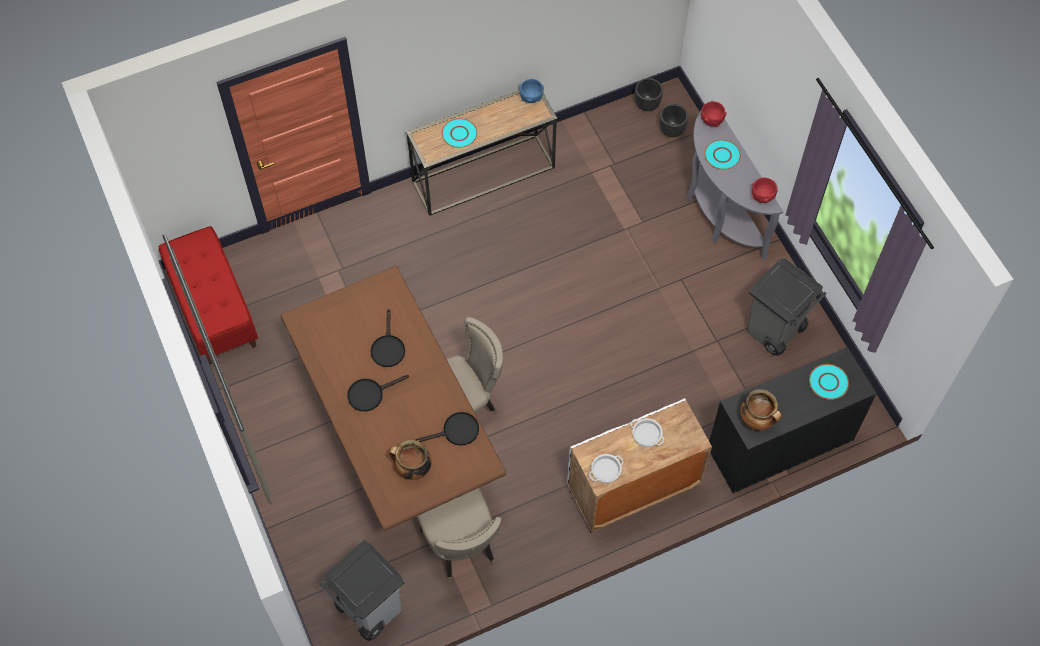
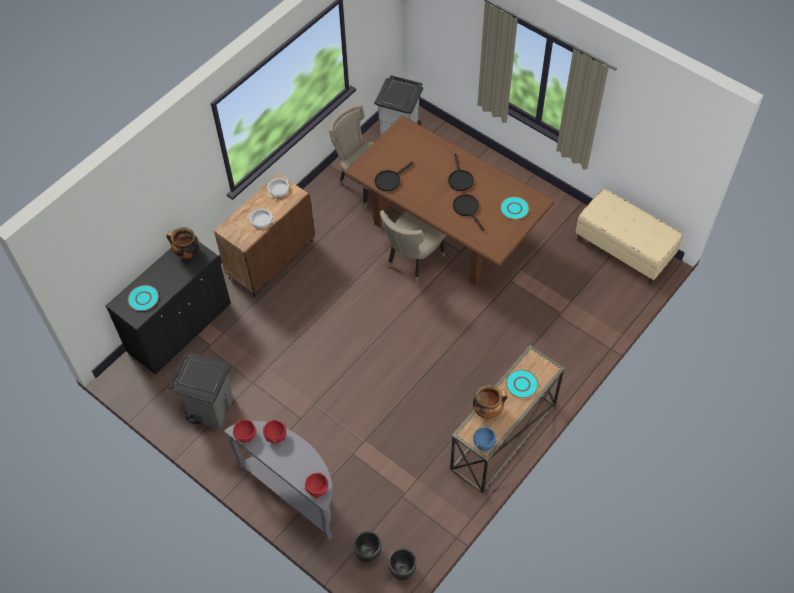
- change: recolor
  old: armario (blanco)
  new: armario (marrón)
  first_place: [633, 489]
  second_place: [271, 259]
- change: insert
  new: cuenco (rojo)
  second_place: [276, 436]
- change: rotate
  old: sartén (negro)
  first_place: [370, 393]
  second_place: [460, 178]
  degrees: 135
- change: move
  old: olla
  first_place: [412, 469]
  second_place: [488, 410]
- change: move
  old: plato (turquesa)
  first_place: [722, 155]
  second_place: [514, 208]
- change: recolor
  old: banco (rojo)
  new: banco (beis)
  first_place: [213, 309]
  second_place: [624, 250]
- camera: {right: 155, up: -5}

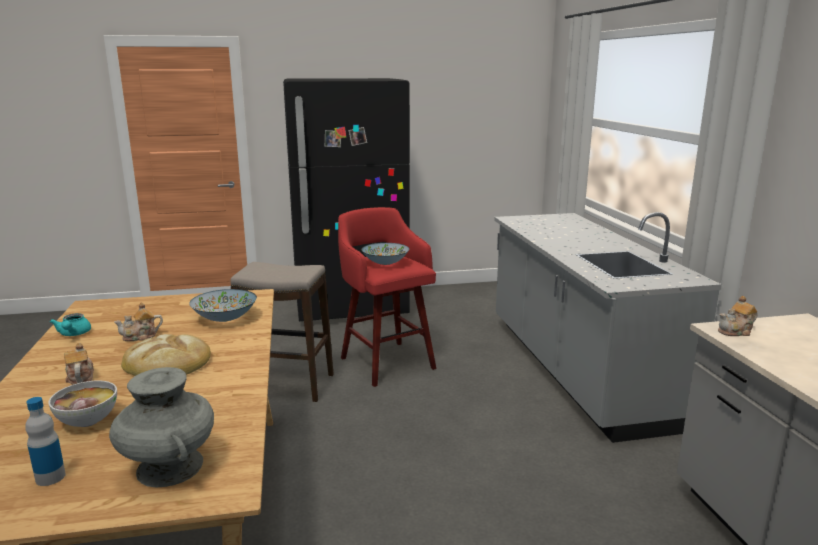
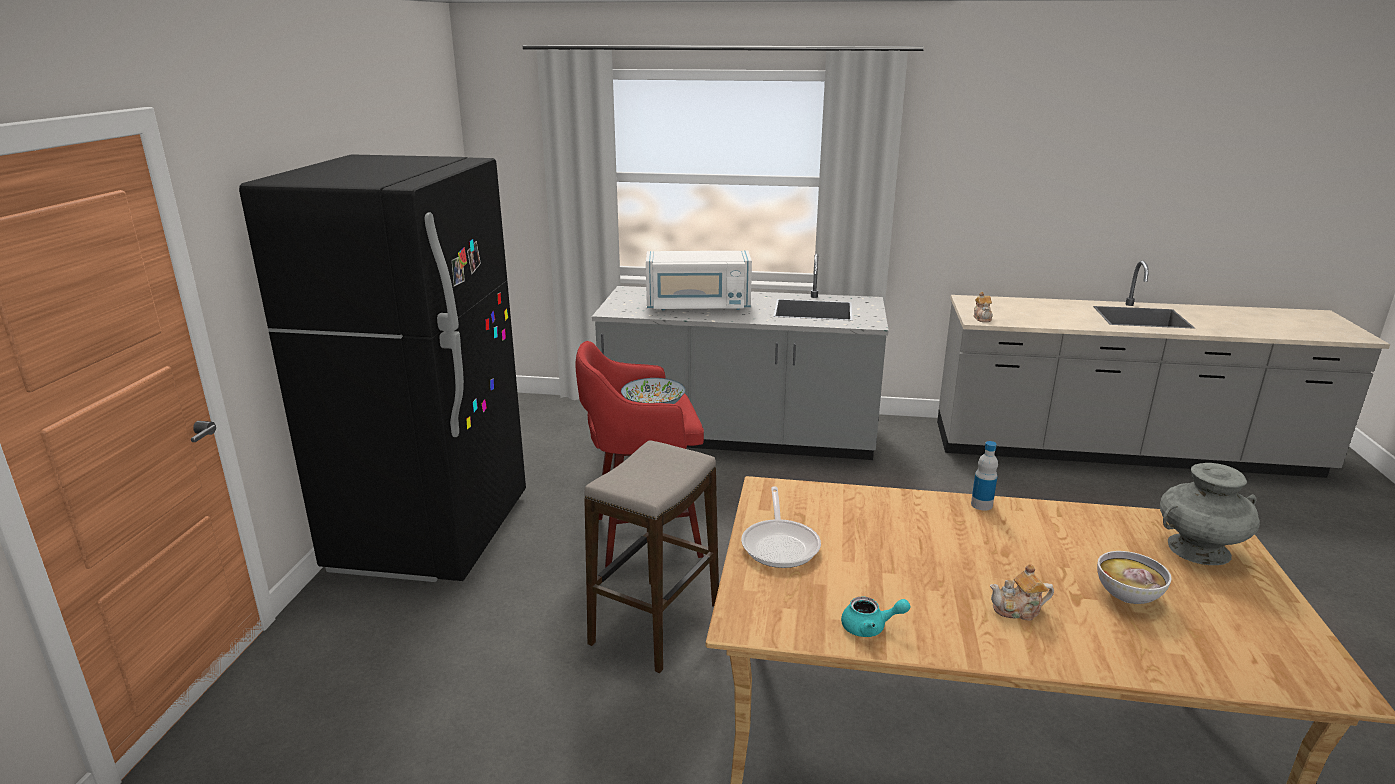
- change: insert
  new: microondas (blanco)
  second_place: [698, 306]
- change: insert
  new: sartén
  second_place: [780, 544]
- change: move
  old: botella
  first_place: [50, 477]
  second_place: [981, 505]
- change: delete
  old: tetera
  first_place: [140, 336]
- change: delete
  old: pan
  first_place: [168, 363]
- change: delete
  old: cuenco
  first_place: [225, 318]
- camera: {right: -70, up: 5}

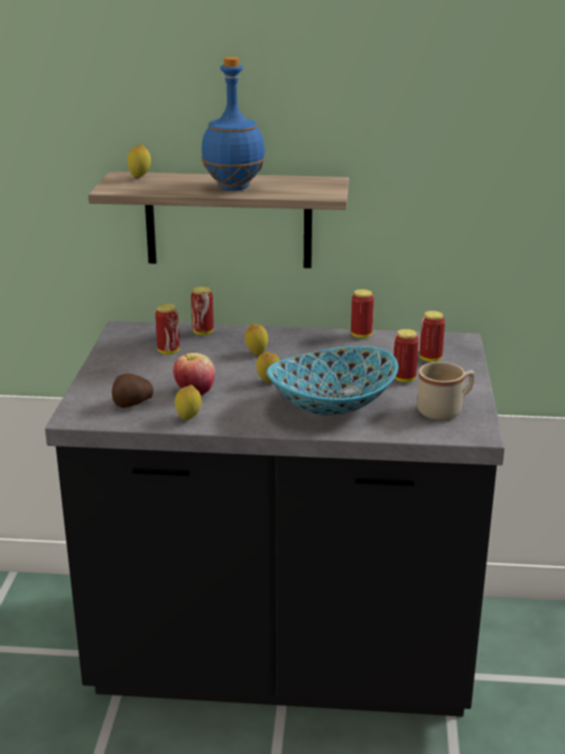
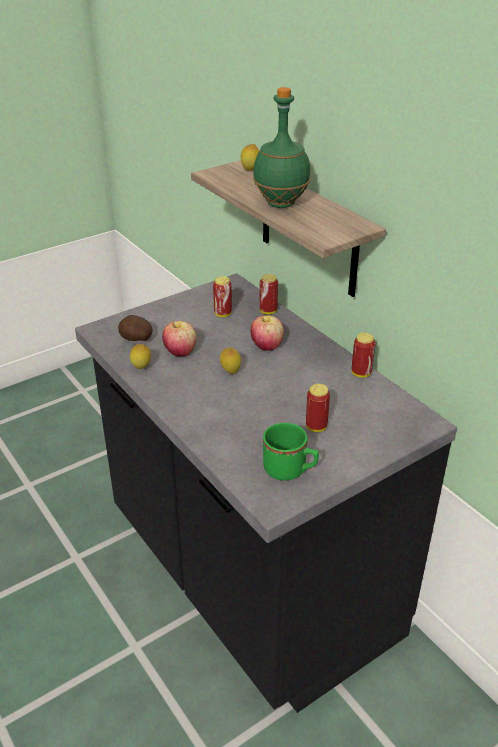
- change: replace
  old: limón
  new: manzana
  first_place: [256, 353]
  second_place: [266, 346]
- change: recolor
  old: botella (azul)
  new: botella (verde)
  first_place: [233, 188]
  second_place: [280, 204]
- change: recolor
  old: taza grande (beis)
  new: taza grande (verde)
  first_place: [445, 410]
  second_place: [290, 471]
- change: delete
  old: cuenco
  first_place: [330, 405]
- change: delete
  old: lata
  first_place: [430, 359]
- camera: {right: 50, up: 10}

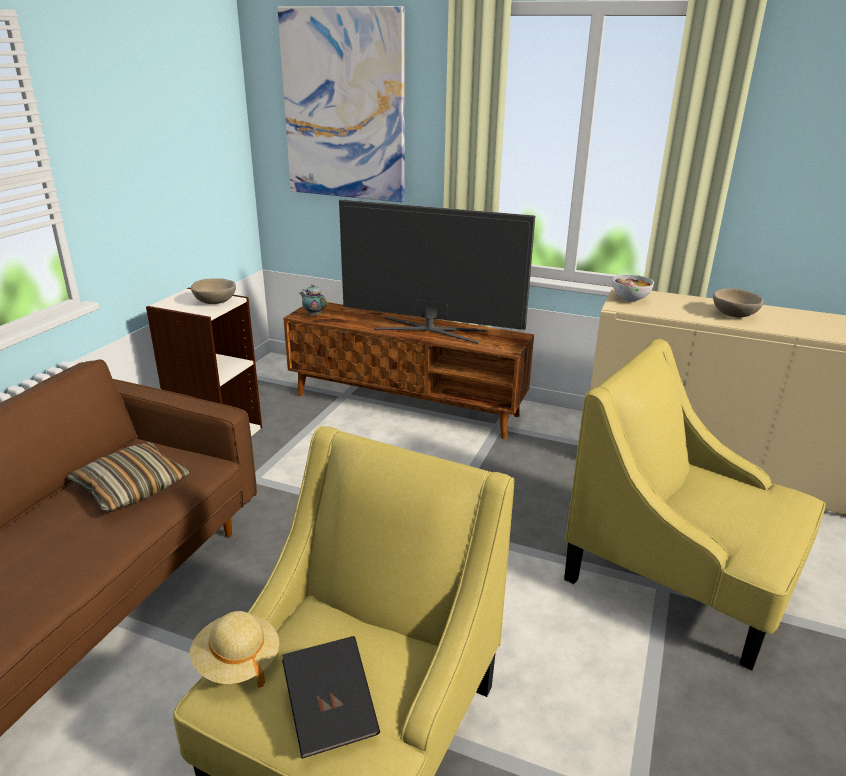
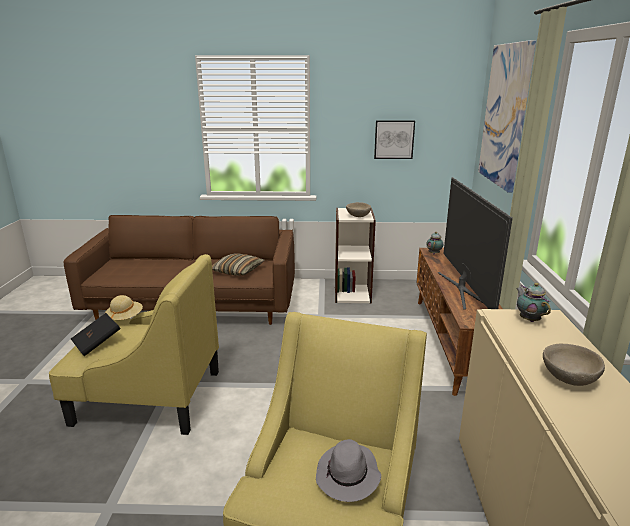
- change: insert
  new: sombrero (gris)
  second_place: [348, 476]
- change: insert
  new: cuadro
  second_place: [394, 139]
- change: replace
  old: cuenco
  new: tetera
  first_place: [630, 299]
  second_place: [528, 319]
- camera: {right: 70, up: -5}

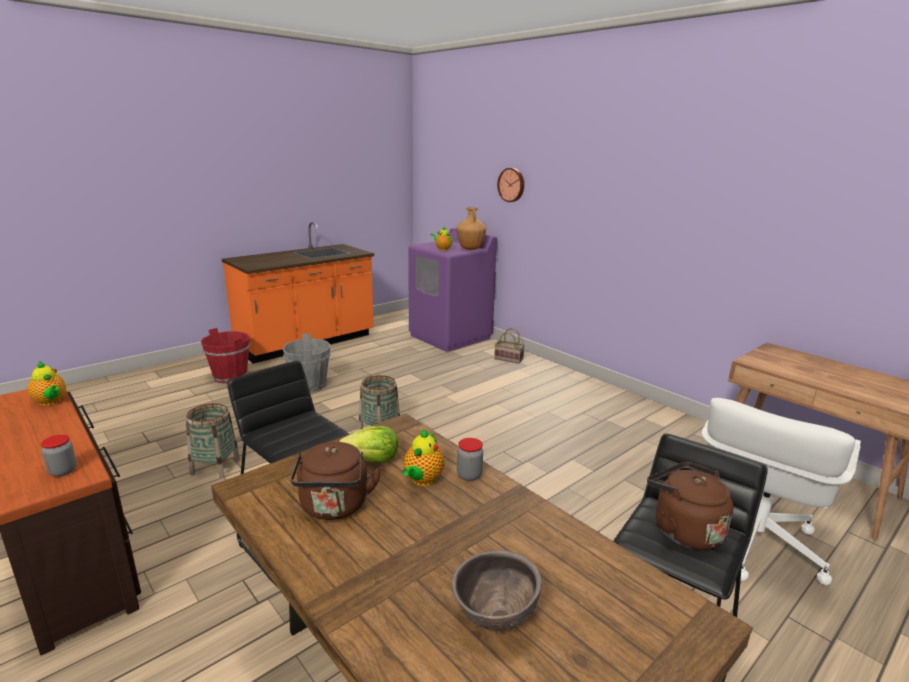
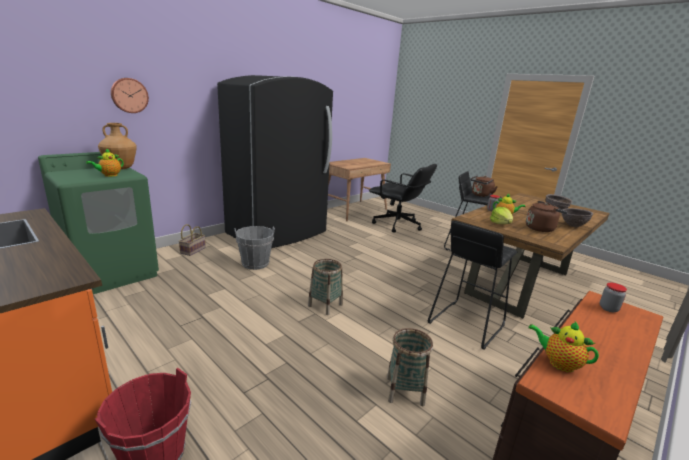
- change: recolor
  old: lavadora (morado)
  new: lavadora (verde)
  first_place: [450, 337]
  second_place: [112, 273]
- change: insert
  new: nevera (negro)
  second_place: [278, 233]
- change: move
  old: cubo (gris)
  first_place: [309, 385]
  second_place: [255, 263]
- change: recolor
  old: silla de oficina (blanco)
  new: silla de oficina (negro)
  first_place: [752, 543]
  second_place: [397, 225]
- change: rotate
  old: tetera
  first_place: [51, 402]
  second_place: [558, 363]
  degrees: -90
- change: insert
  new: cuenco (marrón)
  second_place: [572, 226]
- camera: {right: -95, up: 0}

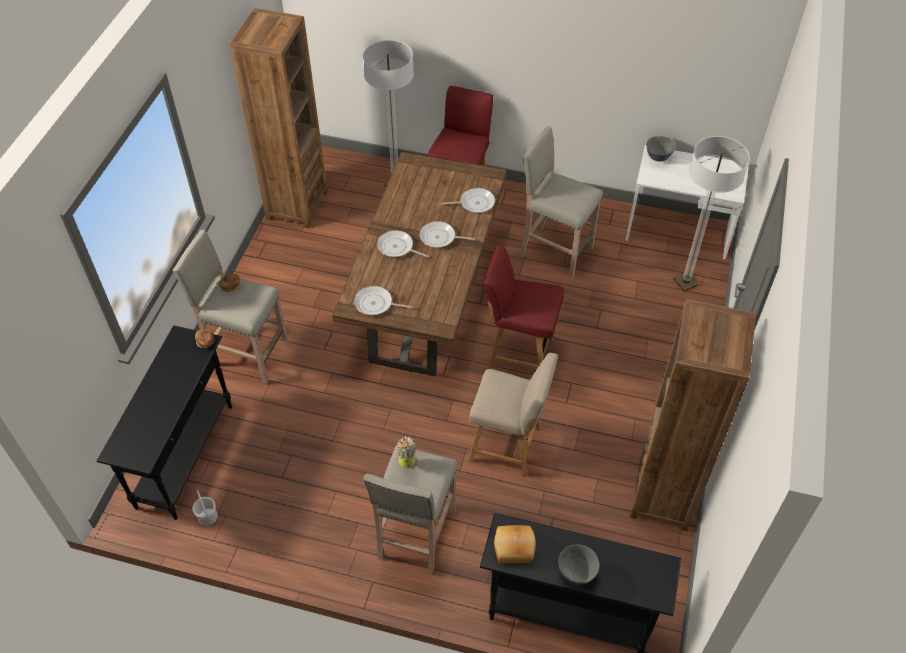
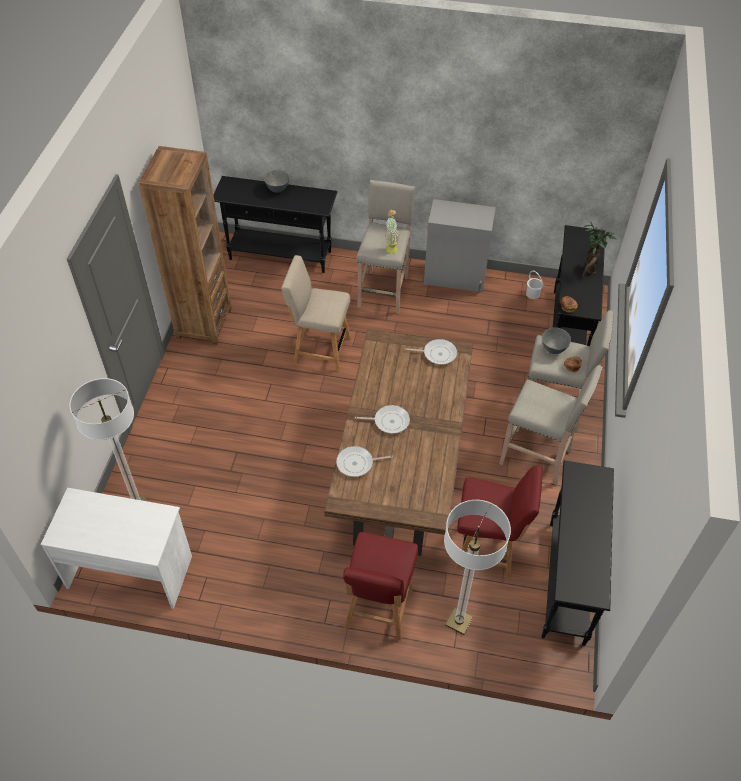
- change: insert
  new: armario (gris)
  second_place: [455, 278]
- change: move
  old: silla (rojo)
  first_place: [519, 353]
  second_place: [487, 550]
- change: move
  old: taburete (beis)
  first_place: [554, 251]
  second_place: [537, 457]
- change: replace
  old: estantería (marrón)
  new: mesa consola (negro)
  first_place: [297, 205]
  second_place: [566, 582]
- change: move
  old: cuenco (gris)
  first_place: [657, 158]
  second_place: [553, 349]
- change: insert
  new: planta en maceta
  second_place: [589, 270]
- change: delete
  old: sartén
  first_place: [397, 247]
- change: delete
  old: pan
  first_place: [514, 549]
- camera: {right: 175, up: 0}

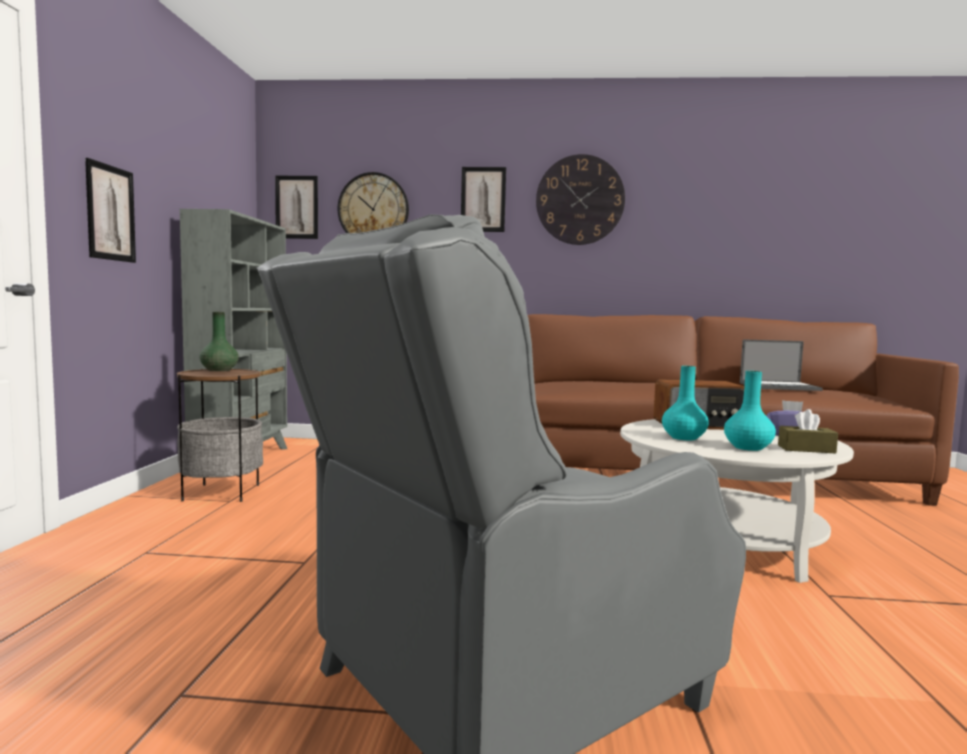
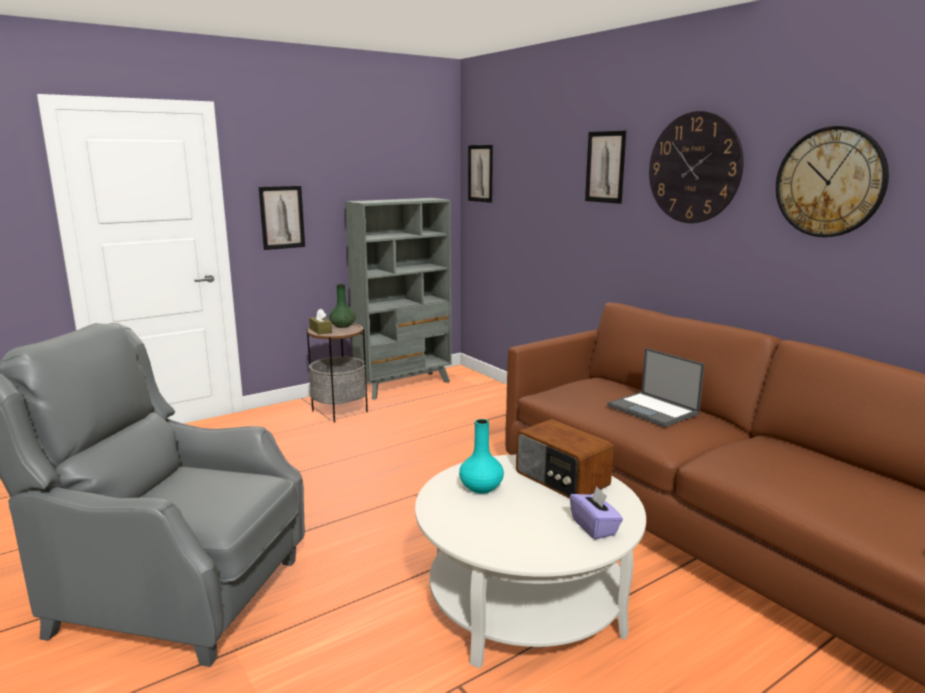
- change: move
  old: caja de pañuelos (marrón)
  first_place: [806, 449]
  second_place: [320, 330]
- change: move
  old: portátil
  first_place: [779, 386]
  second_place: [654, 410]
- change: move
  old: reloj de pared
  first_place: [373, 209]
  second_place: [830, 182]
- change: delete
  old: florero (turquesa)
  first_place: [747, 447]
- camera: {right: 50, up: 10}

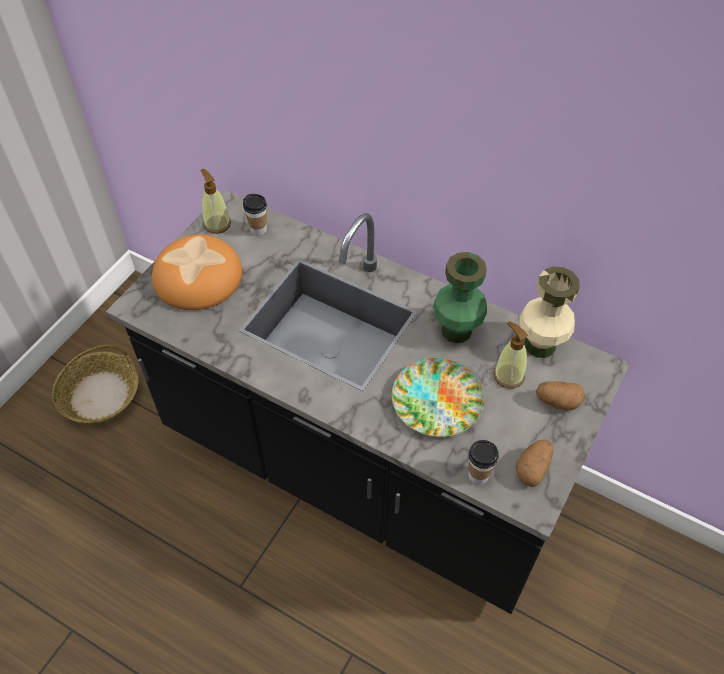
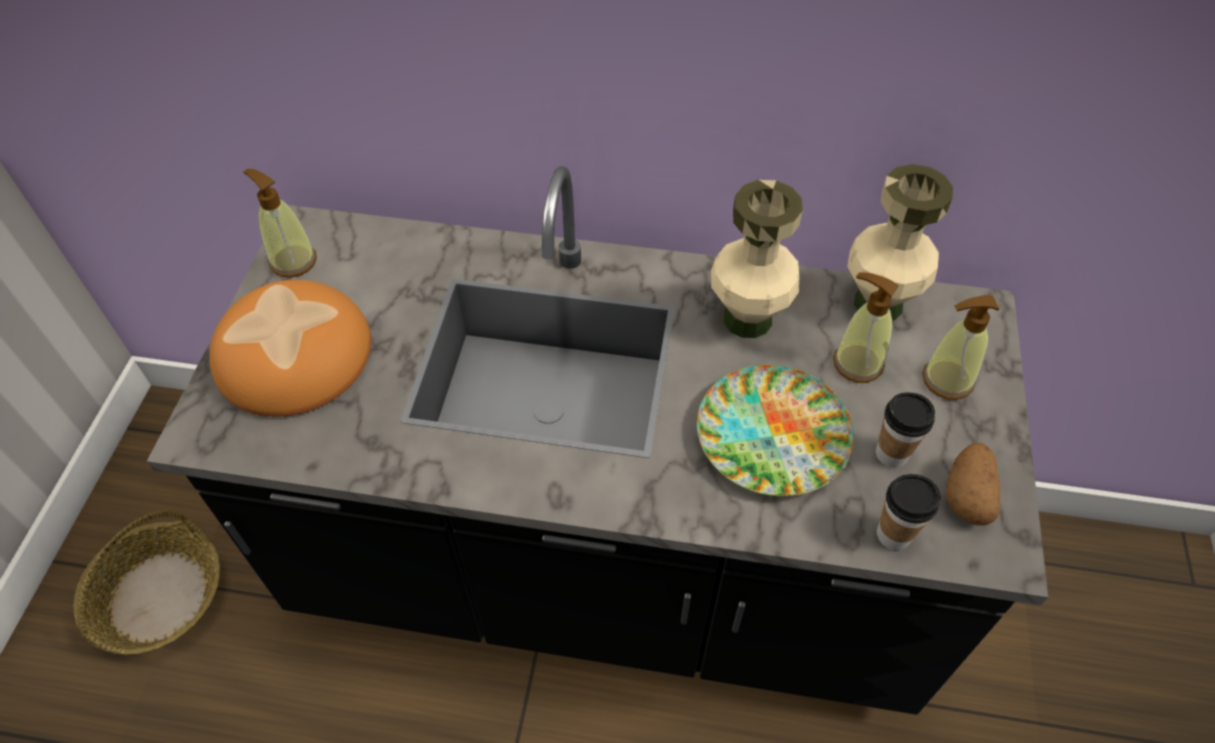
- change: recolor
  old: florero (verde)
  new: florero (beis)
  first_place: [456, 330]
  second_place: [746, 319]
- change: move
  old: taza
  first_place: [258, 230]
  second_place: [891, 454]
- change: replace
  old: patata
  new: dispensador de jabón
  first_place: [557, 401]
  second_place: [947, 380]
- camera: {right: -20, up: 0}

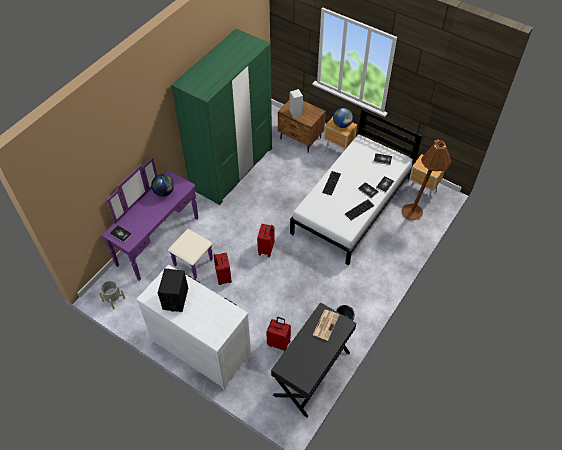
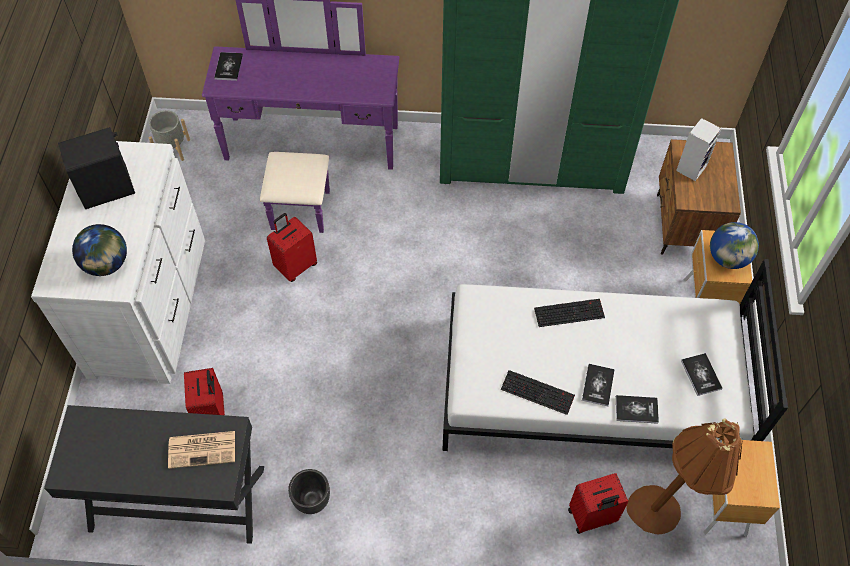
- change: move
  old: globo terráqueo
  first_place: [164, 192]
  second_place: [107, 264]
- change: move
  old: maleta (rojo)
  first_place: [266, 249]
  second_place: [592, 517]
- camera: {right: 60, up: 5}

